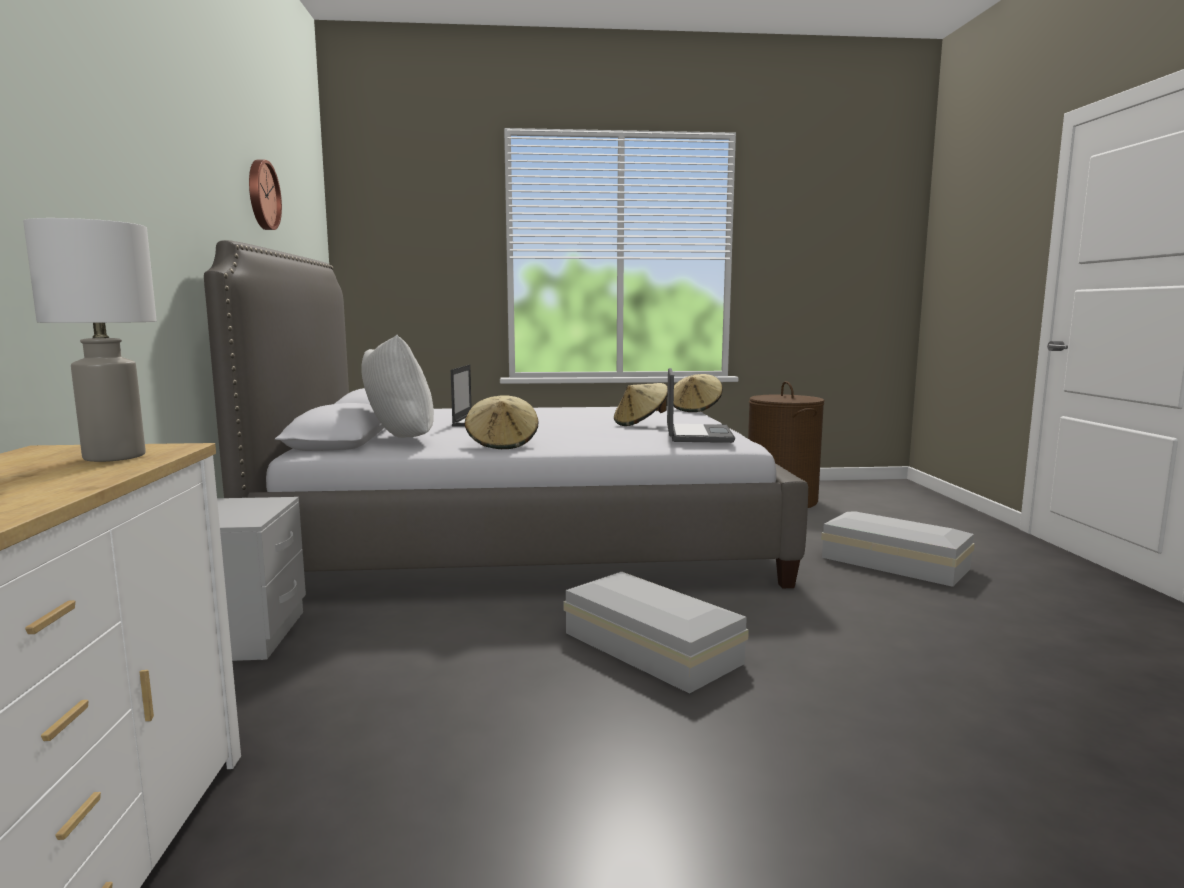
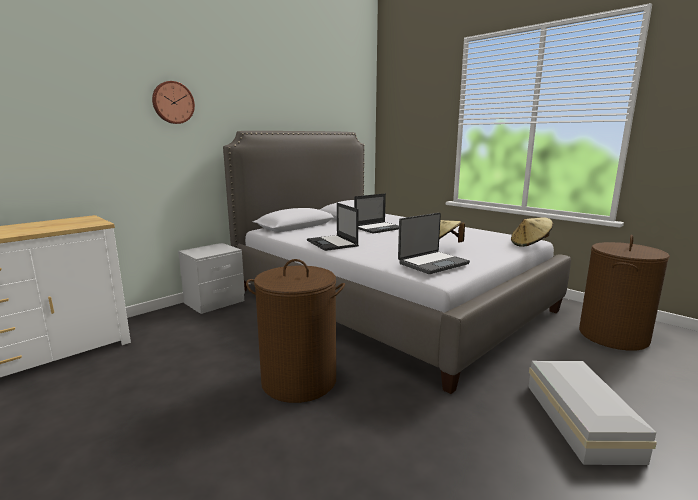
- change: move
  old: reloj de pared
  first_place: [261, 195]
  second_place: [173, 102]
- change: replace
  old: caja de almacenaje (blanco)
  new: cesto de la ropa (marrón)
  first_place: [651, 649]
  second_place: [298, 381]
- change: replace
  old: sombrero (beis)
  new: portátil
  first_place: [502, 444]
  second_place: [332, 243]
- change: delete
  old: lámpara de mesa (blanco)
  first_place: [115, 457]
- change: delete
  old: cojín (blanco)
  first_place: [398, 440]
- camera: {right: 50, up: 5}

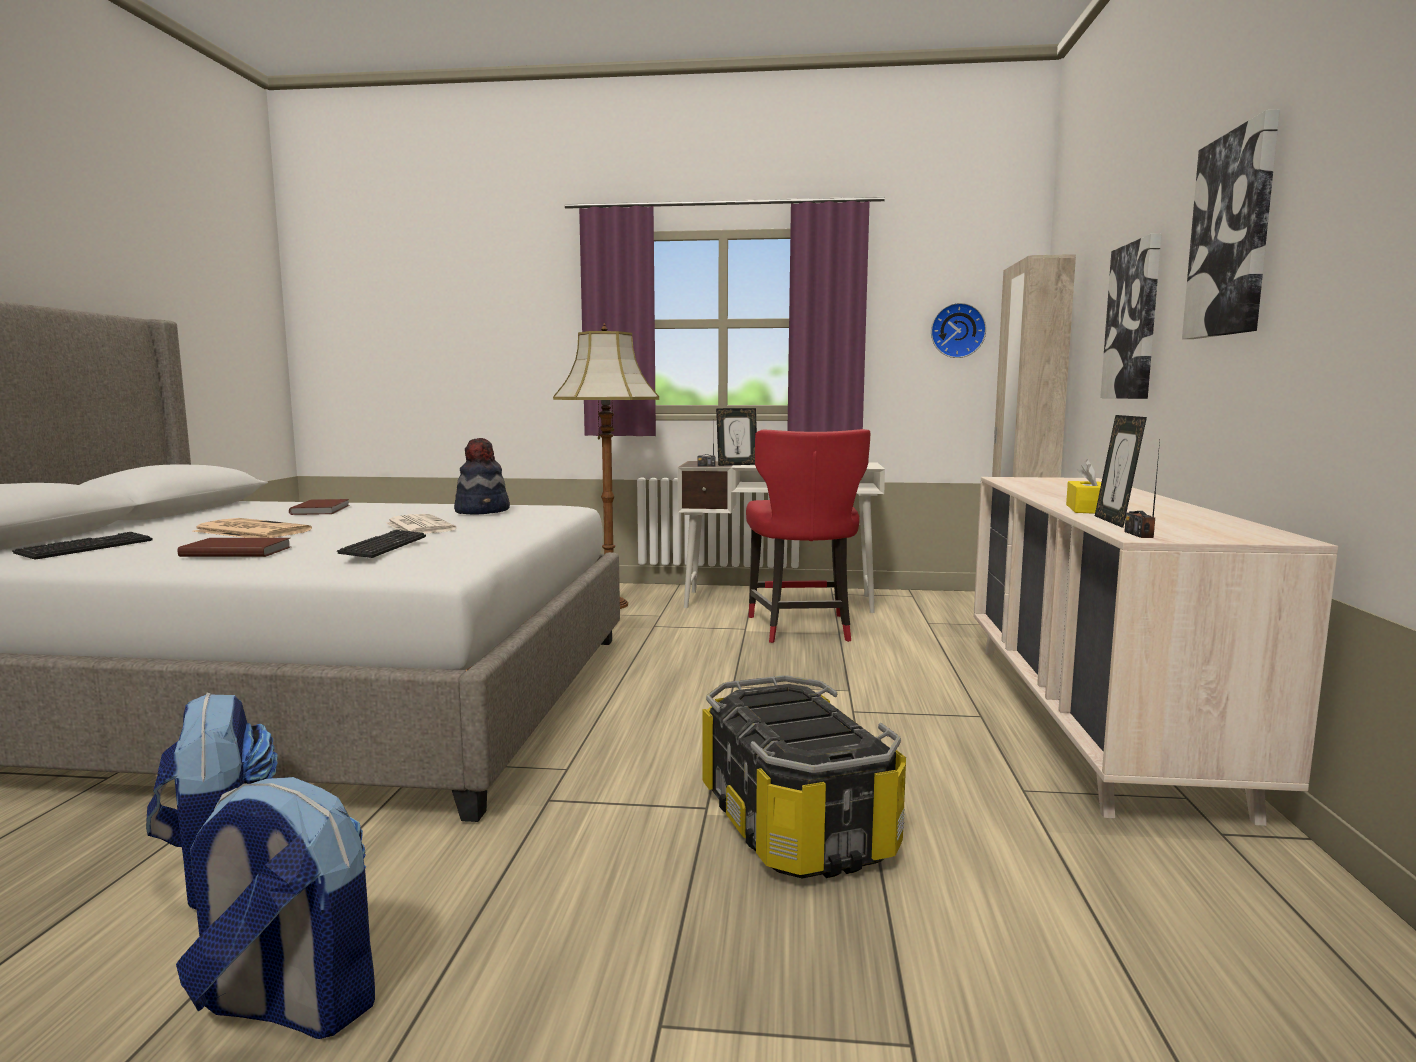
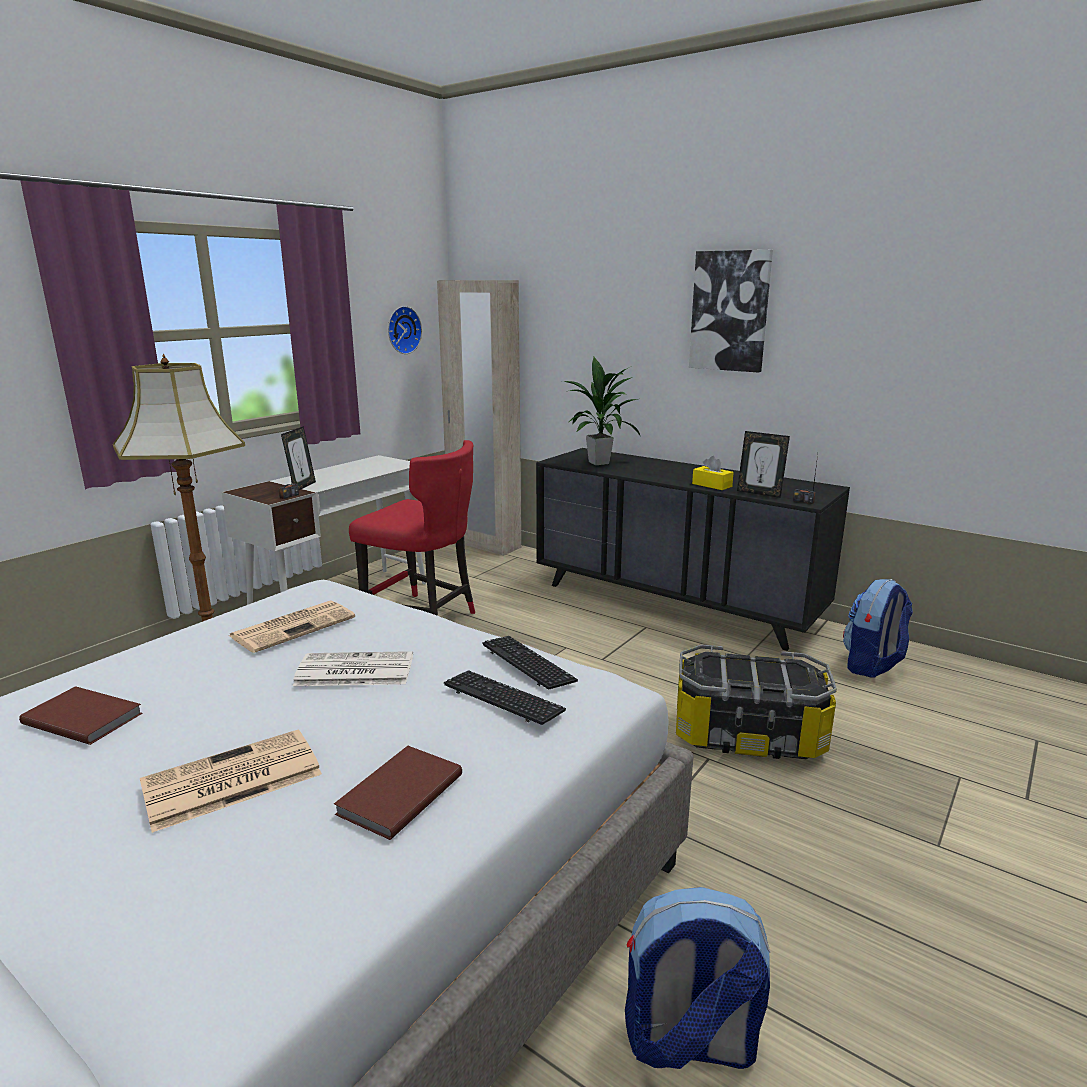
- change: replace
  old: sombrero
  new: periódico
  first_place: [483, 511]
  second_place: [294, 626]
- change: move
  old: teclado
  first_place: [86, 548]
  second_place: [528, 664]
- change: recolor
  old: cómoda (beis)
  new: cómoda (negro)
  first_place: [1091, 718]
  second_place: [675, 603]
- change: insert
  new: planta en maceta
  second_place: [599, 463]
- change: move
  old: mochila
  first_place: [288, 1005]
  second_place: [872, 665]
- change: delete
  old: cuadro
  first_place: [1134, 321]
- camera: {right: -60, up: 10}

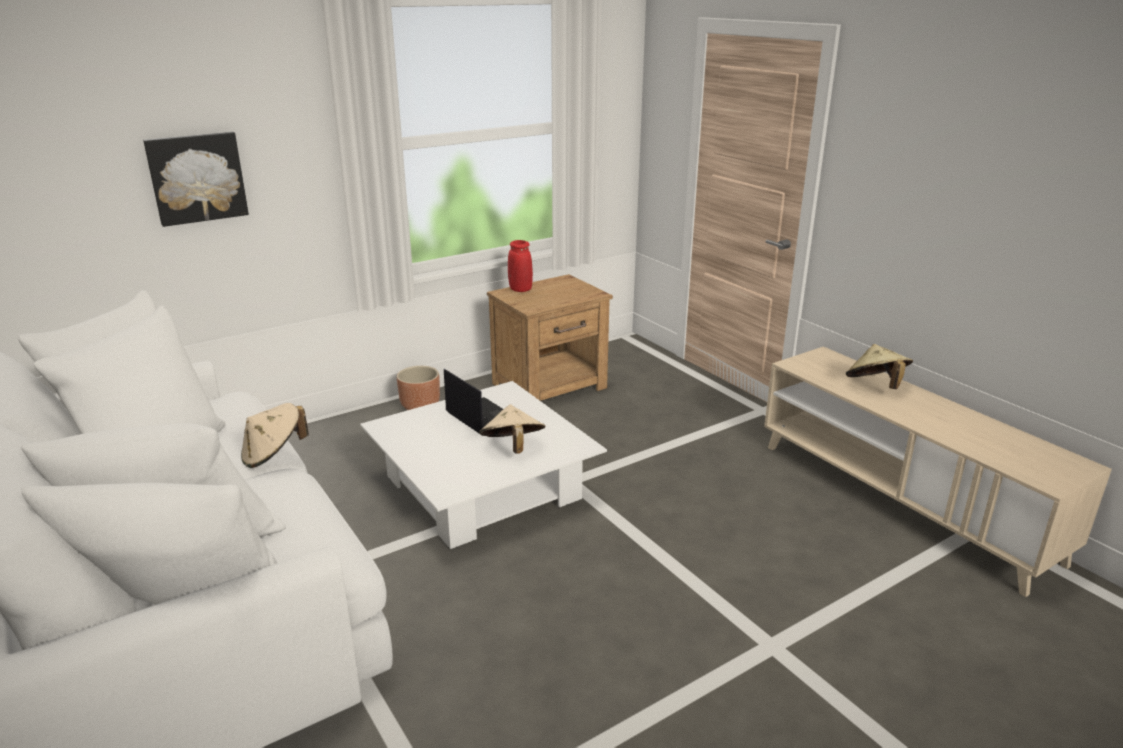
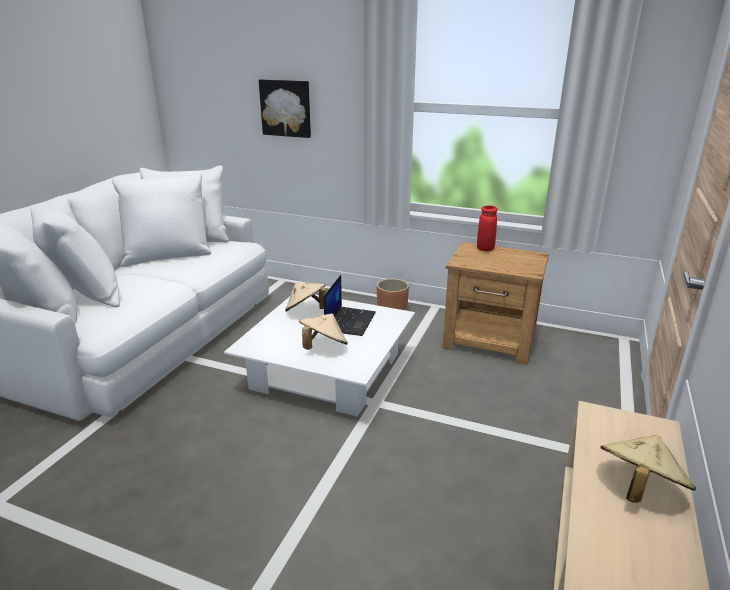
- change: move
  old: sombrero (beis)
  first_place: [274, 455]
  second_place: [306, 311]
- camera: {right: 55, up: 0}

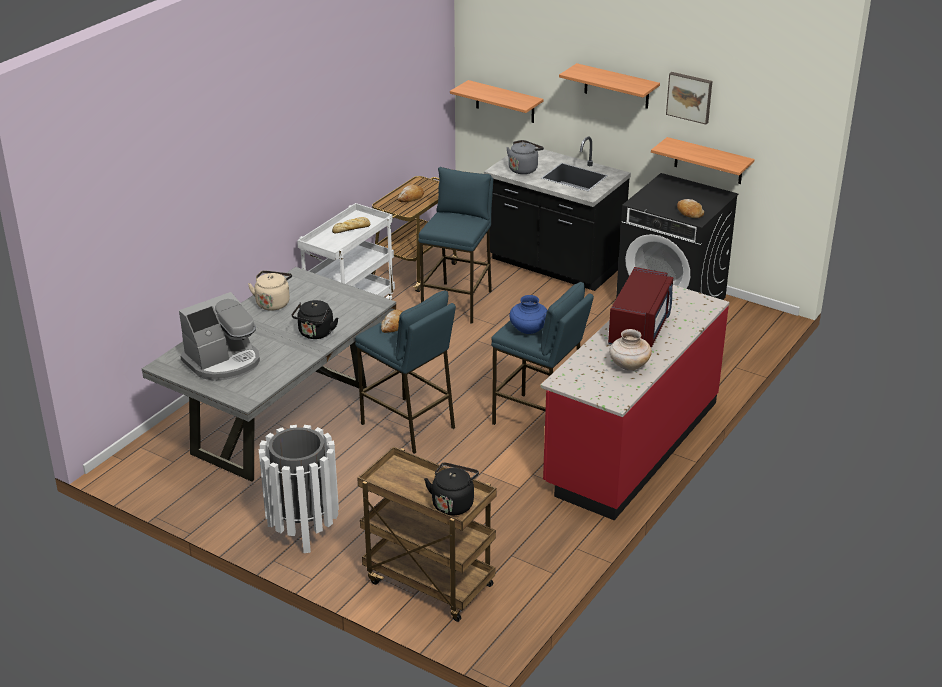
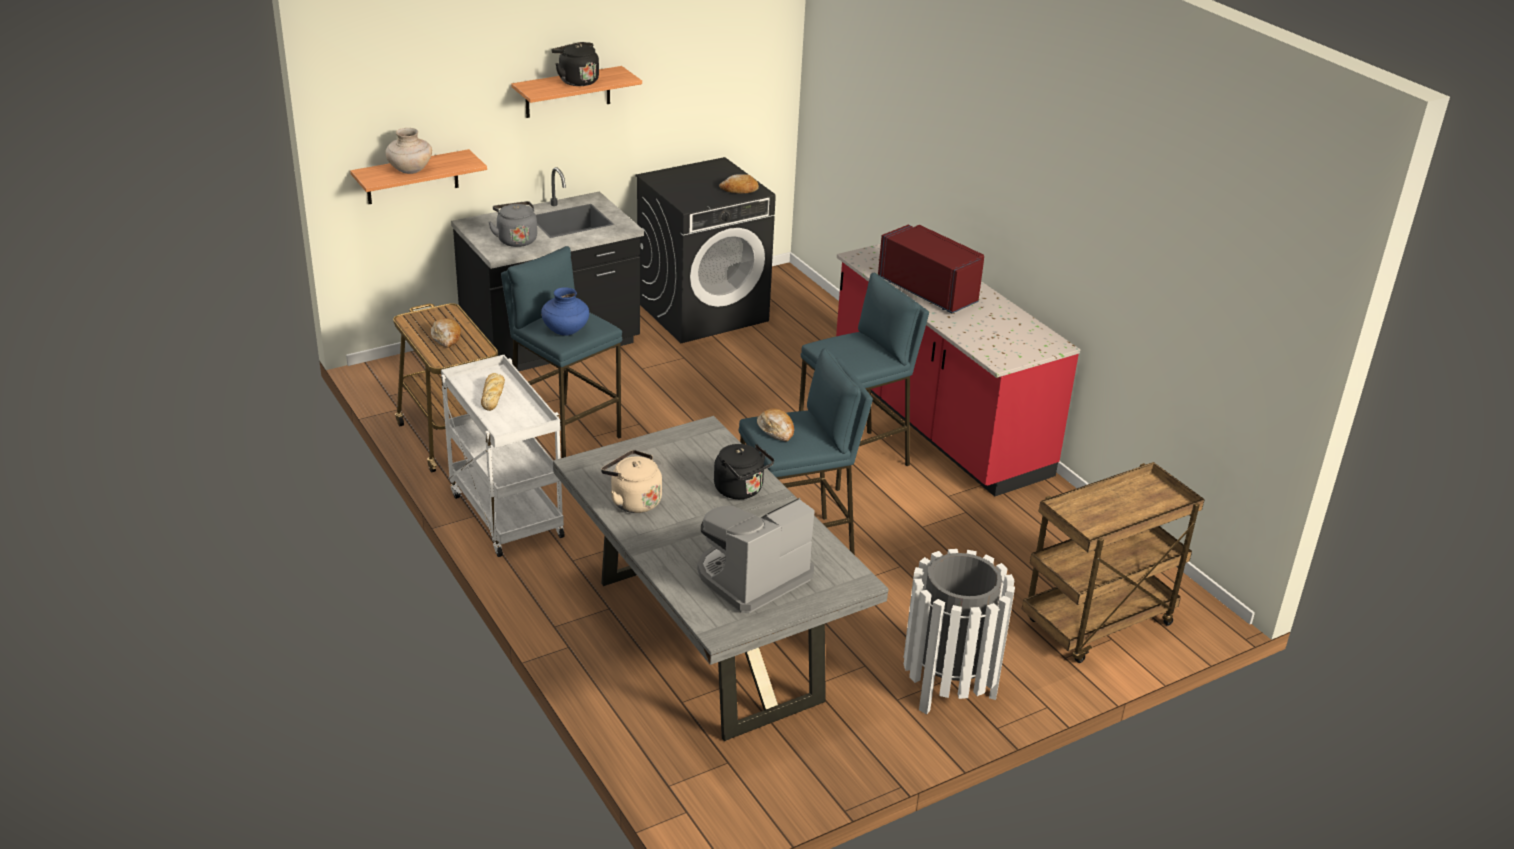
- change: move
  old: florero (beis)
  first_place: [628, 366]
  second_place: [410, 170]
- change: move
  old: florero (azul)
  first_place: [528, 330]
  second_place: [566, 331]
- change: move
  old: hervidor (negro)
  first_place: [453, 503]
  second_place: [576, 81]
- change: rotate
  old: cafetera
  first_place: [223, 362]
  second_place: [751, 577]
  degrees: -120
- change: delete
  old: estante
  first_place: [708, 161]
- change: delete
  old: cuadro
  first_place: [690, 97]
- camera: {right: -65, up: 0}

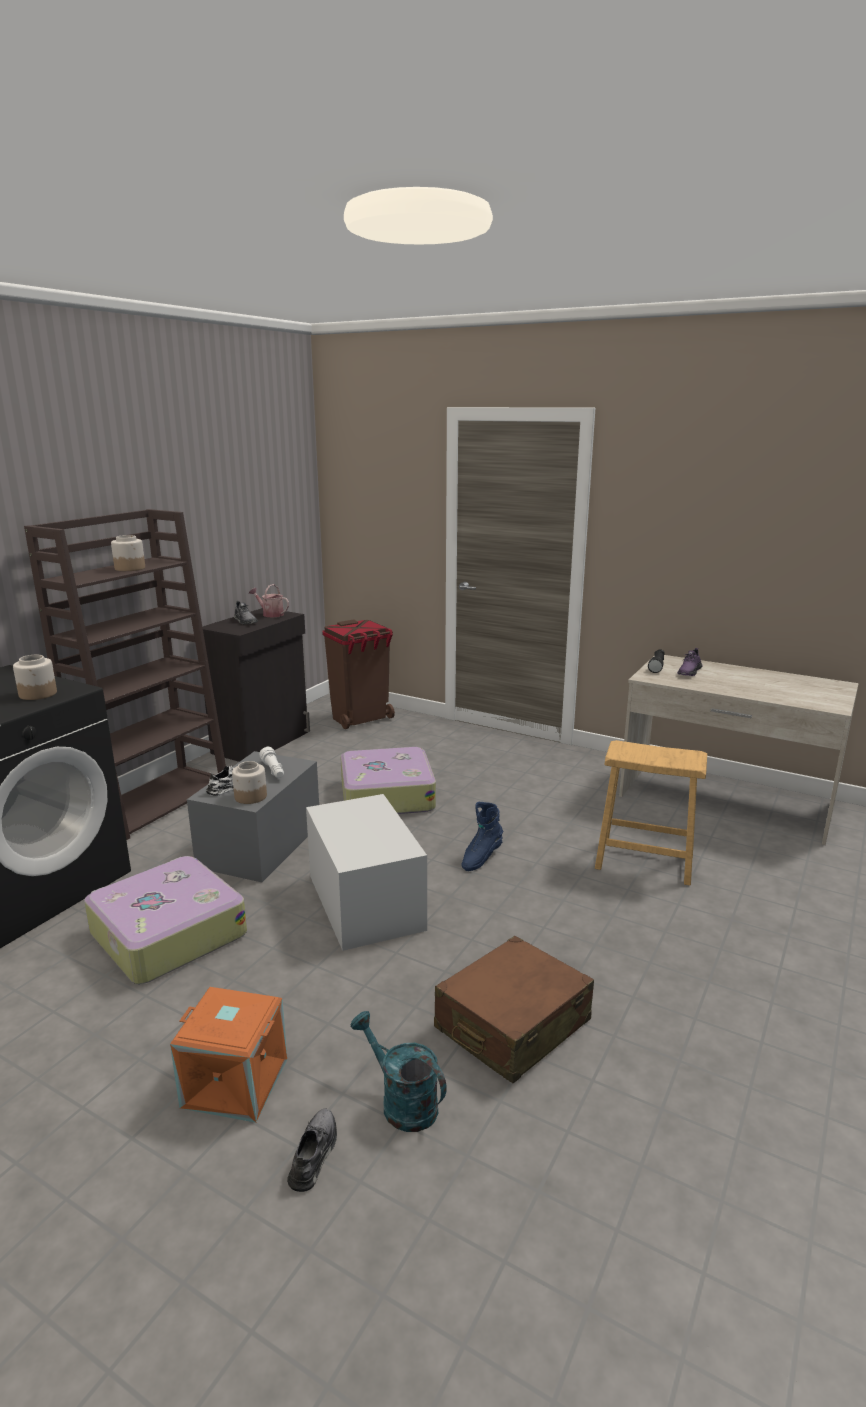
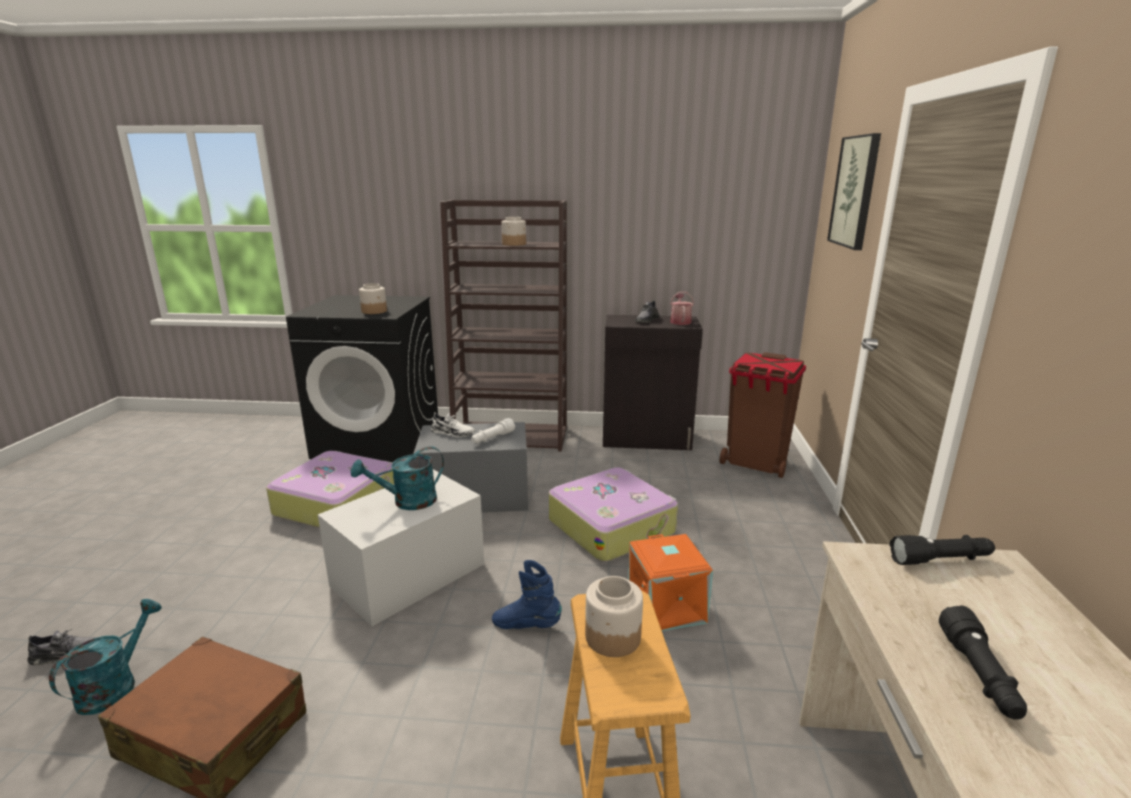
- change: insert
  new: regadera (turquesa)
  second_place: [407, 502]
- change: move
  old: tarro
  first_place: [250, 797]
  second_place: [612, 637]
- change: move
  old: caja de almacenaje (naranja)
  first_place: [236, 1081]
  second_place: [667, 607]
- change: insert
  new: cuadro
  second_place: [855, 192]
- change: insert
  new: linterna (negro)
  second_place: [979, 675]
- change: delete
  old: zapato (morado)
  first_place: [689, 671]
- camera: {right: 65, up: 0}

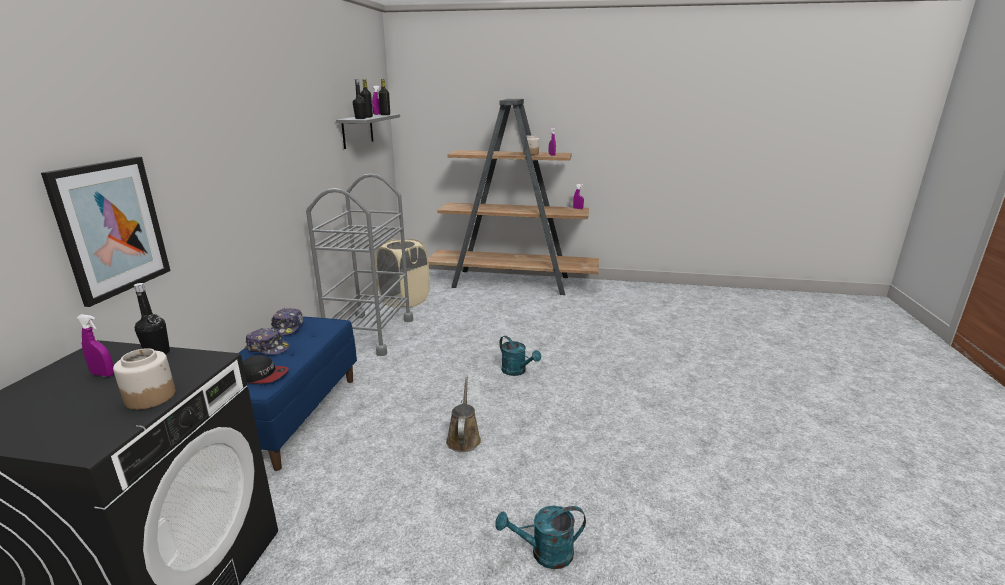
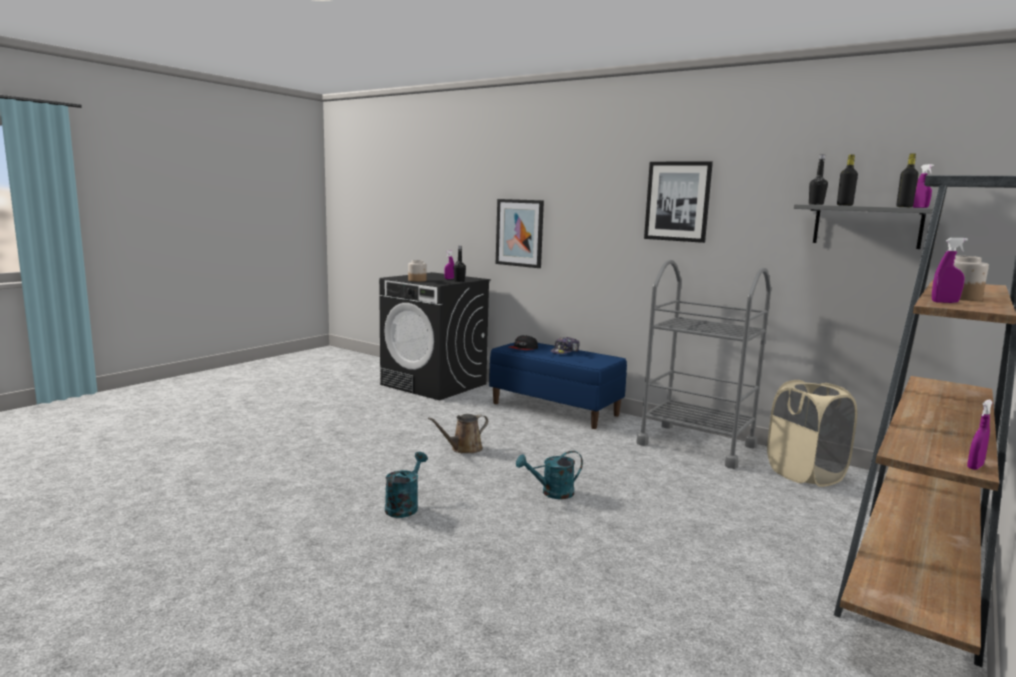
- change: move
  old: regadera (turquesa)
  first_place: [544, 553]
  second_place: [404, 506]
- change: rotate
  old: regadera (marrón)
  first_place: [463, 438]
  second_place: [464, 449]
  degrees: 120
- change: insert
  new: cuadro
  second_place: [677, 201]
- change: delete
  old: gorra
  first_place: [288, 327]
- camera: {right: 115, up: -10}

